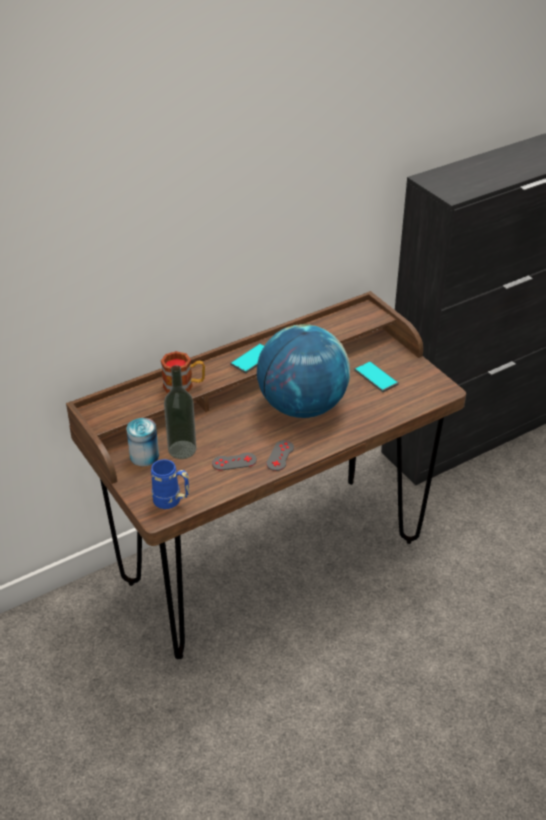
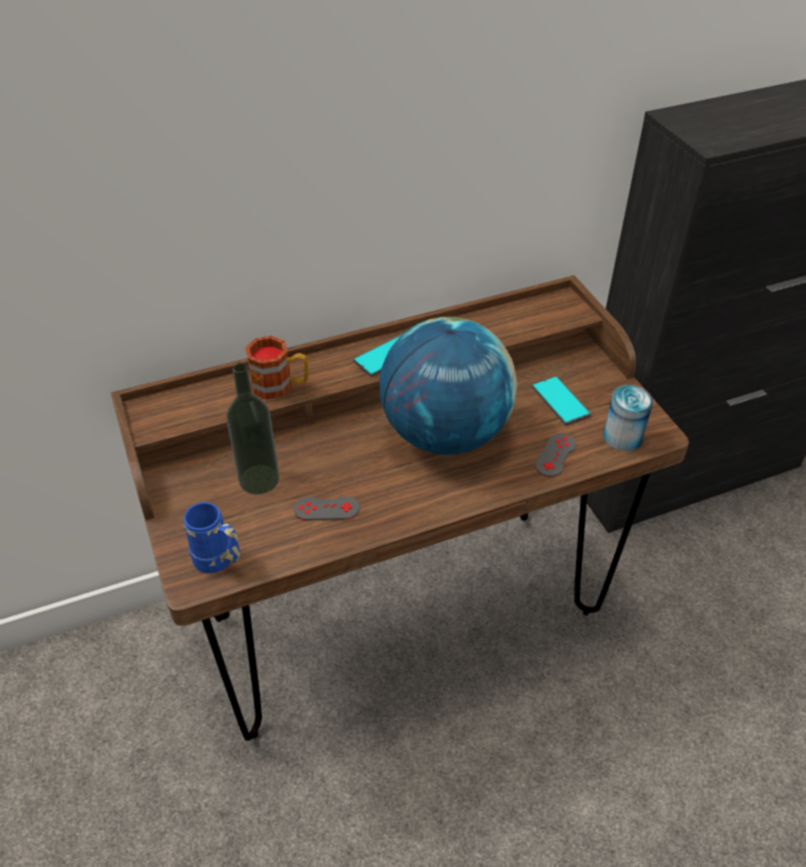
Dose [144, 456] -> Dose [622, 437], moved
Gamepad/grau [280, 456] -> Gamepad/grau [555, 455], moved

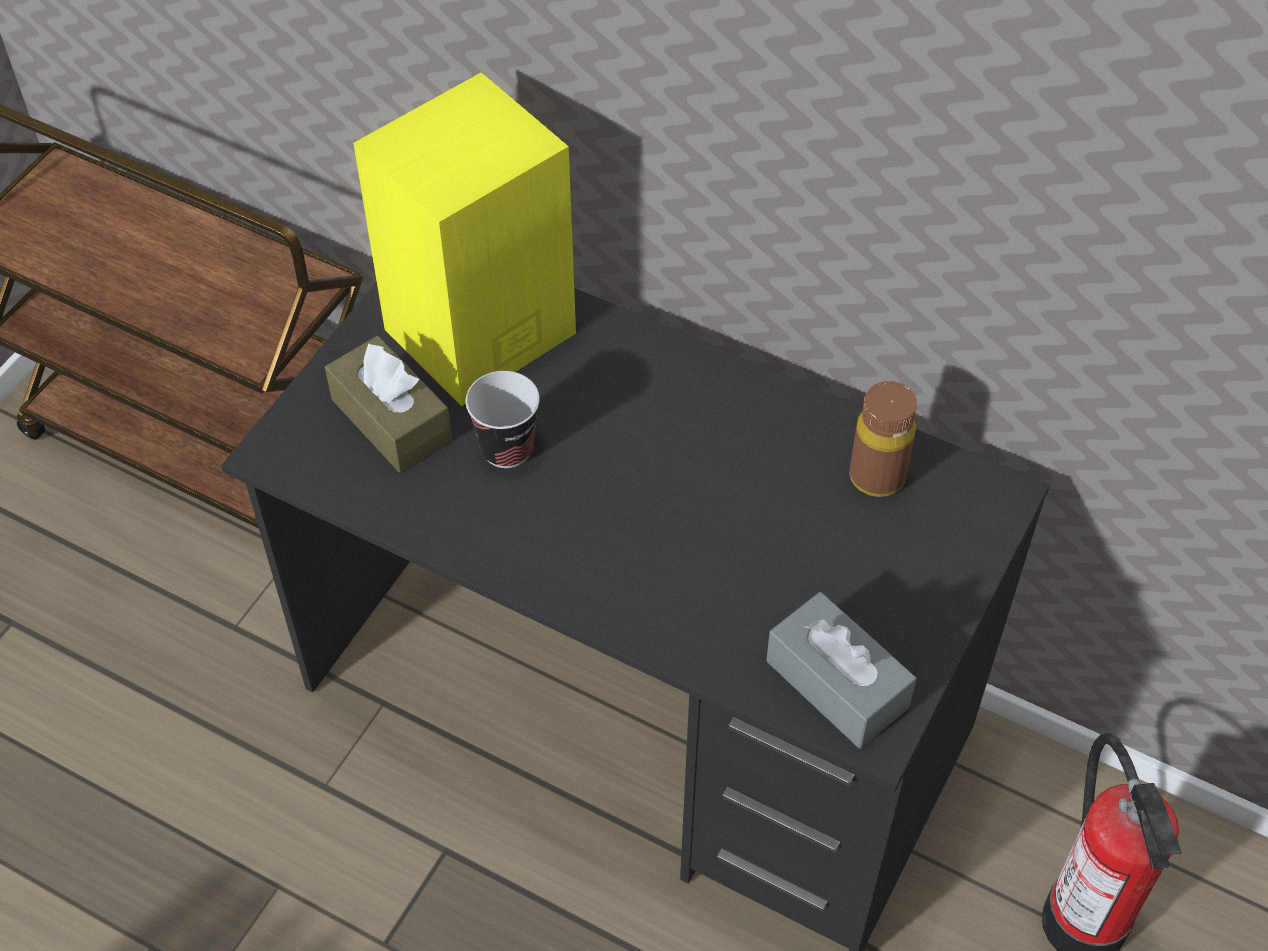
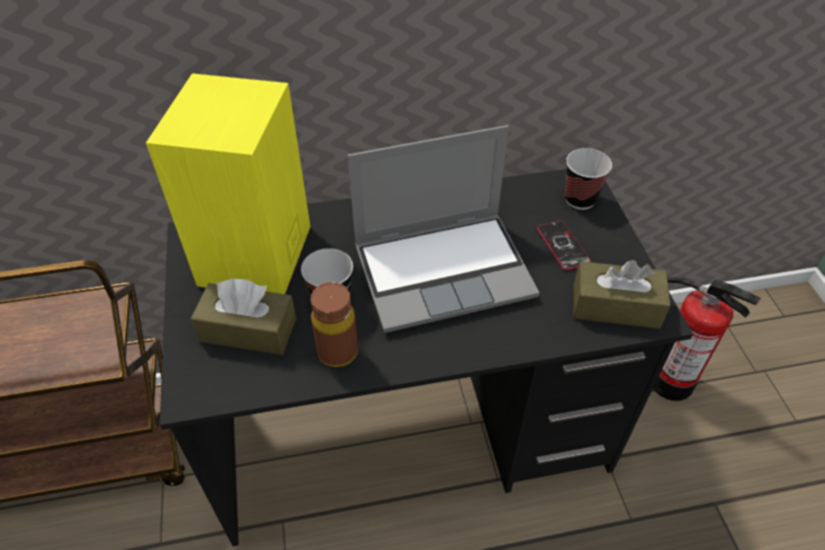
Taschentuchbox/grau [837, 684] -> Taschentuchbox/braun [615, 306]
Flasche/braun [877, 476] -> Flasche/braun [337, 352], moved
none -> Laptop [445, 270]
none -> Handy [563, 246]
none -> Tasse [580, 199]

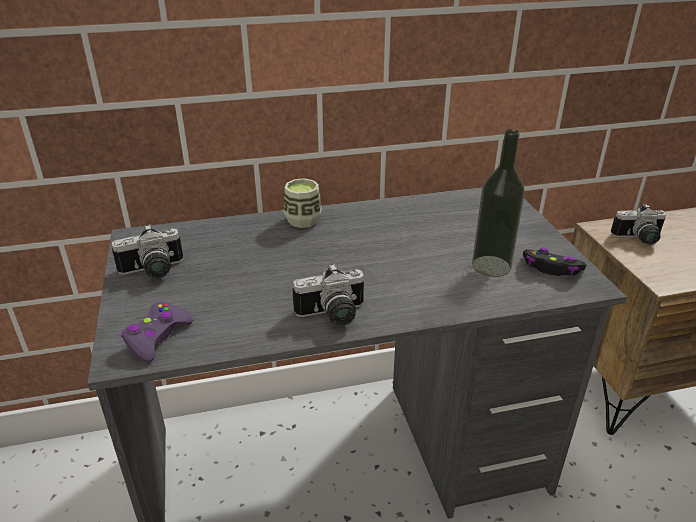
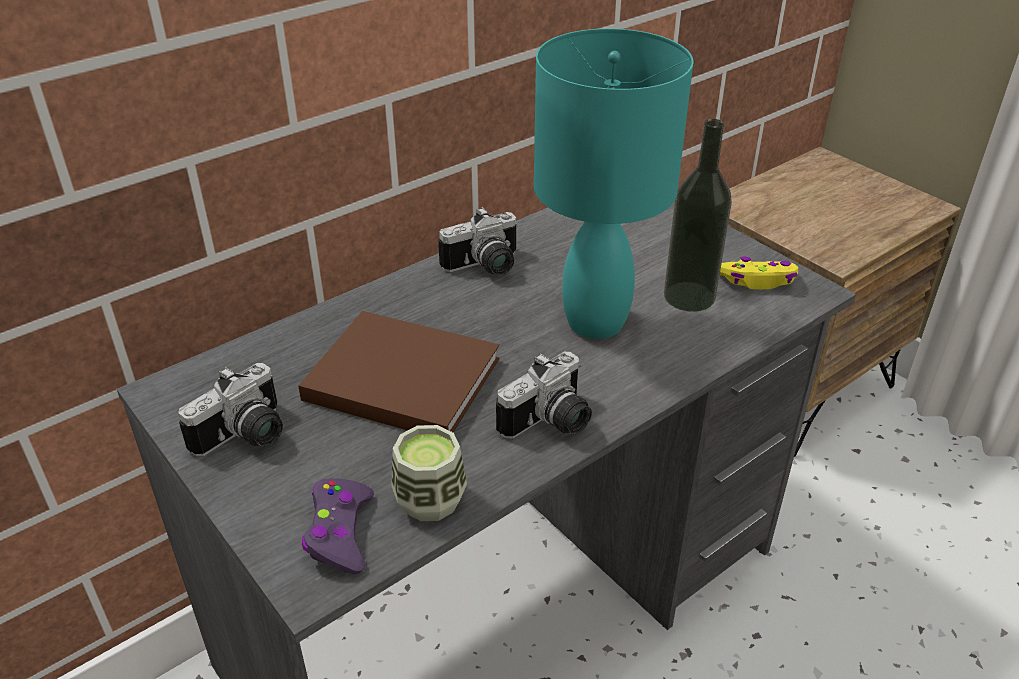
Tasse [303, 220] -> Tasse [430, 500], moved
Gamepad/schwarz [551, 268] -> Gamepad/gelb [757, 280]
Kamera [639, 239] -> Kamera [485, 267], moved
none -> Buch/braun [397, 377]
none -> Tischlampe/türkis [597, 322]

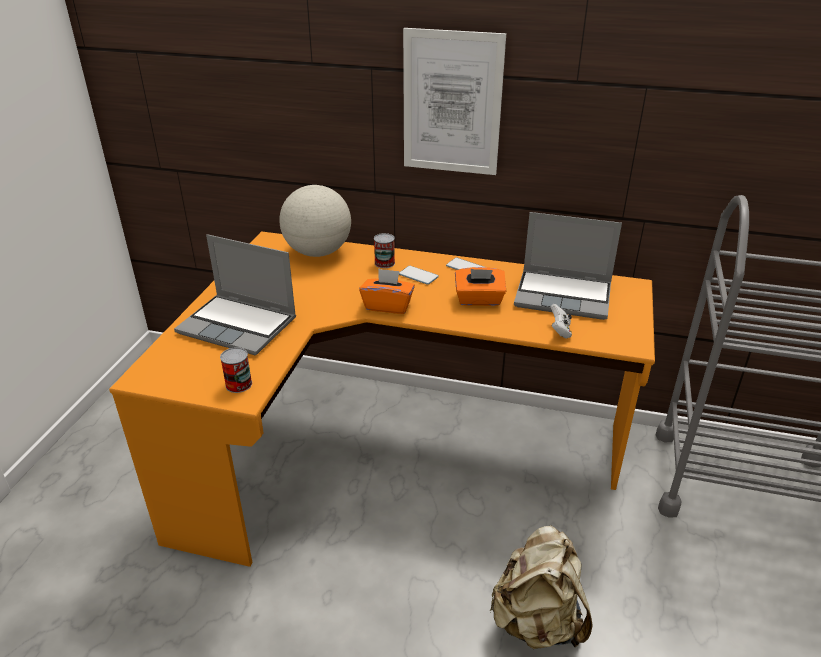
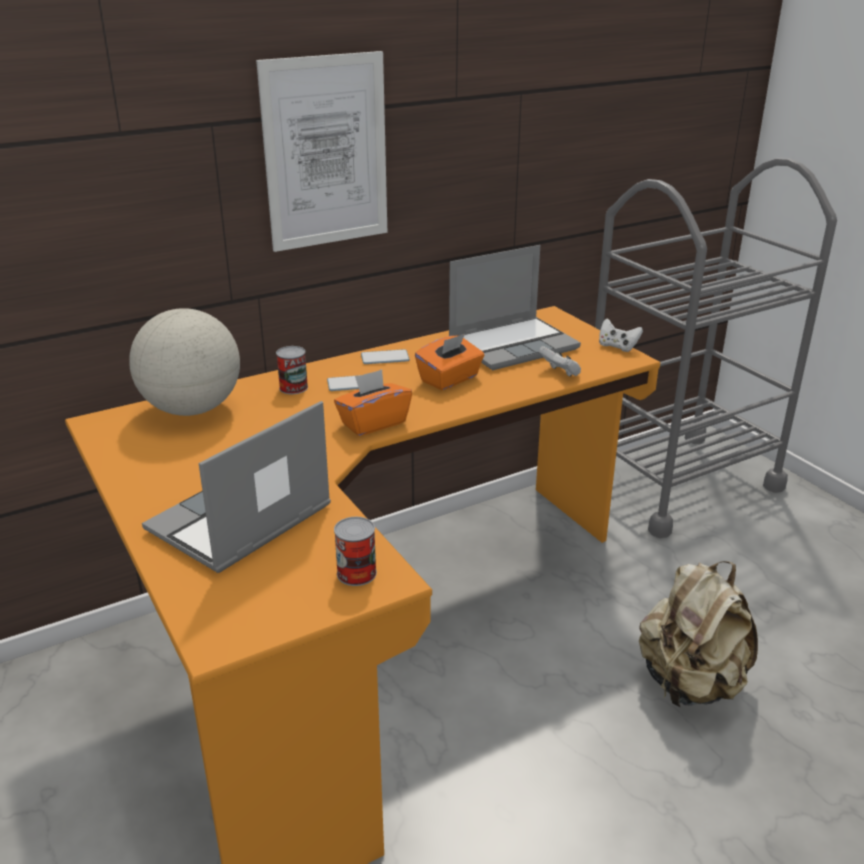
Laptop [239, 325] -> Laptop [239, 521], 150 degrees clockwise
none -> Gamepad/weiß [617, 347]

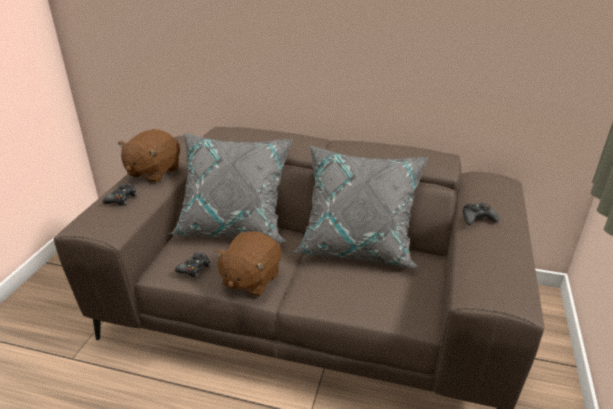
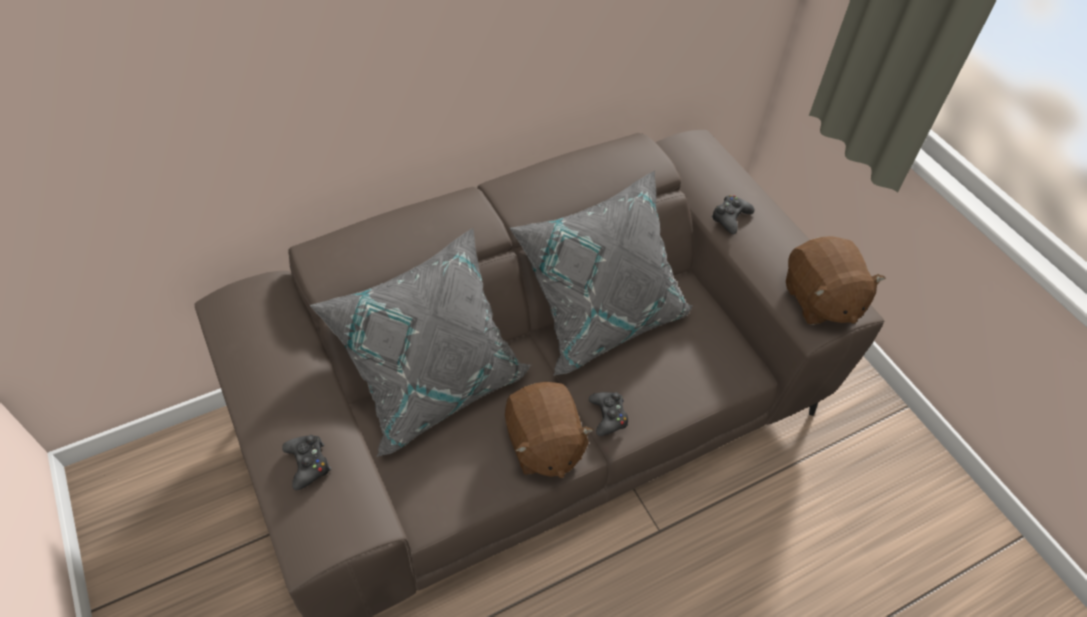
Plüschtier/braun [153, 172] -> Plüschtier/braun [820, 300], moved
Gamepad/schwarz [194, 268] -> Gamepad/schwarz [608, 416], moved

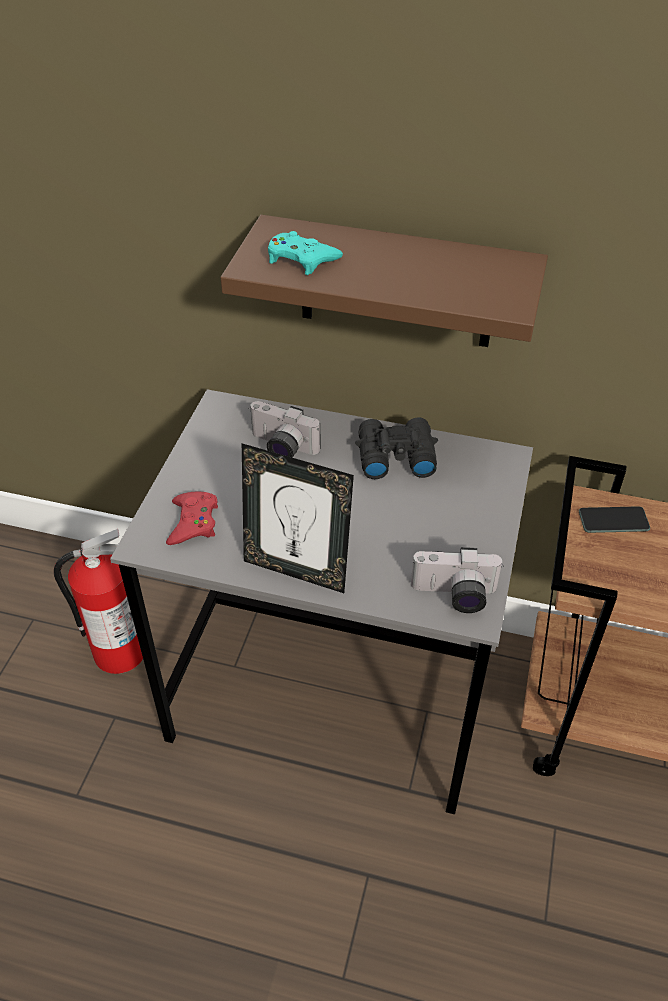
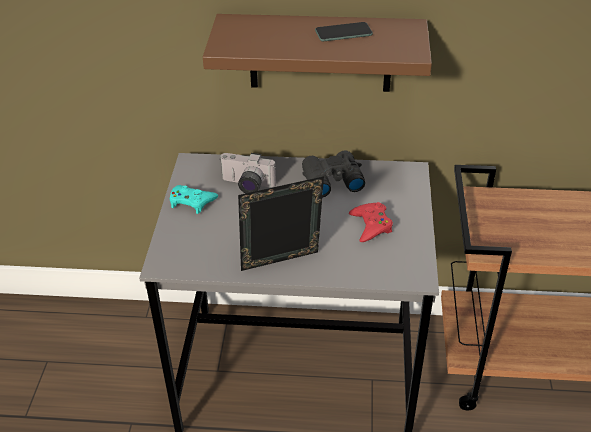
Feuerlöscher [118, 652] -> none
Gamepad/rot [193, 522] -> Gamepad/rot [371, 225], moved
Bilderrahmen [296, 570] -> Bilderrahmen [282, 266], 150 degrees clockwise
Gamepad/türkis [301, 259] -> Gamepad/türkis [191, 202], moved
Kamera [454, 596] -> none
Handy [613, 520] -> Handy [343, 33], moved

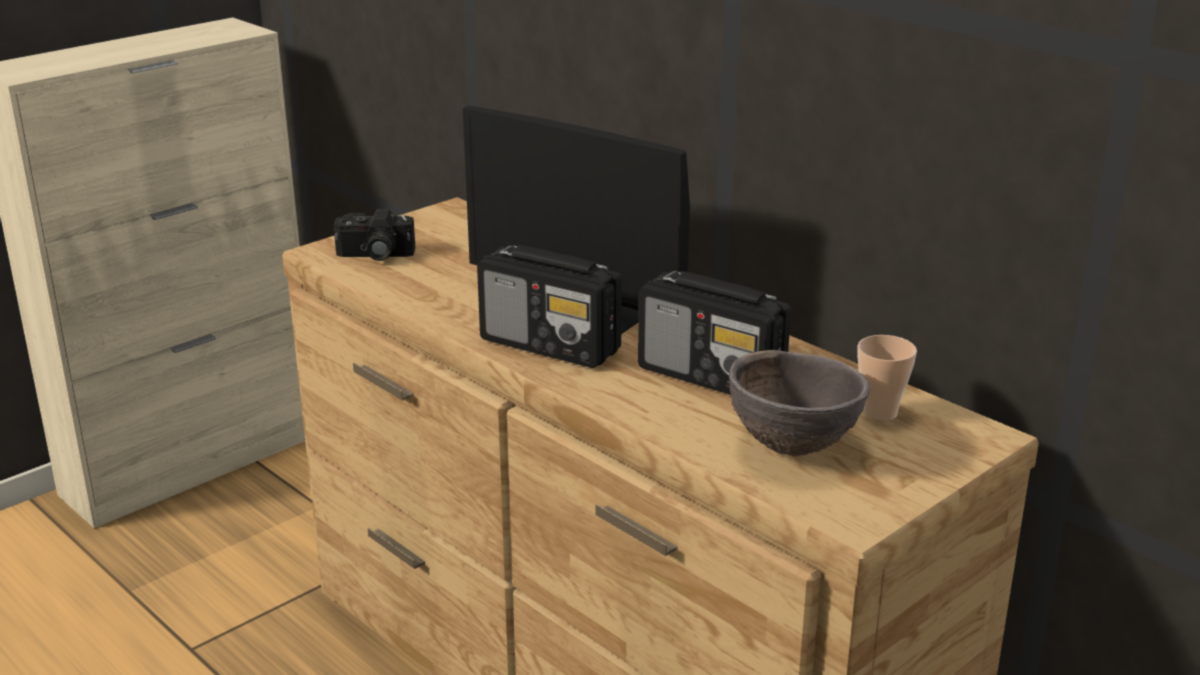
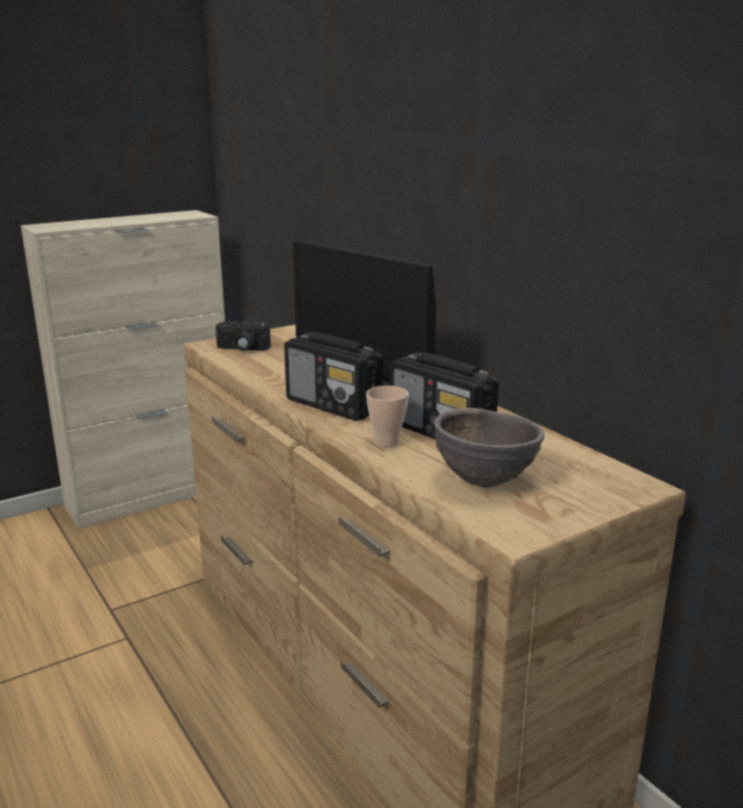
Tasse [880, 413] -> Tasse [386, 443], moved

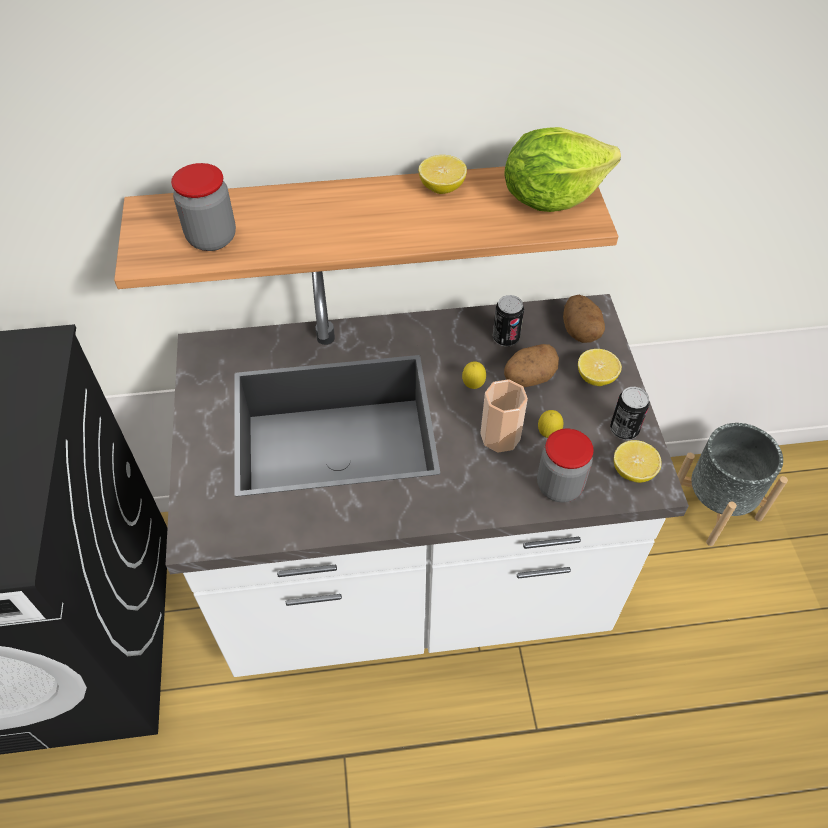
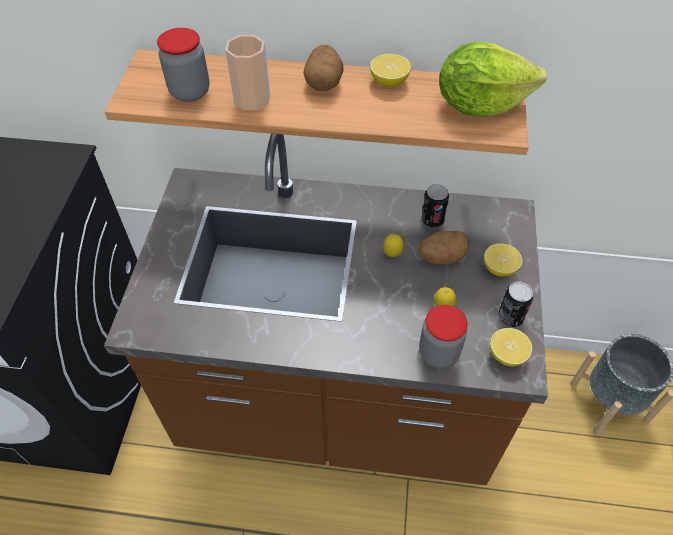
Küchenzeile/weiß [414, 581] -> Küchenzeile/braun [337, 405]
Tasse [500, 436] -> Tasse [252, 99], moved
Kartoffel [580, 331] -> Kartoffel [324, 82], moved

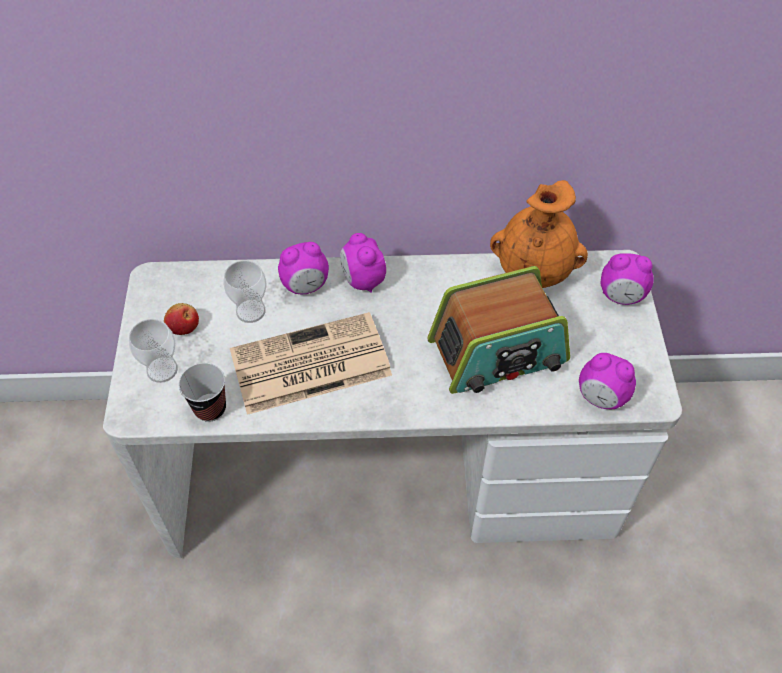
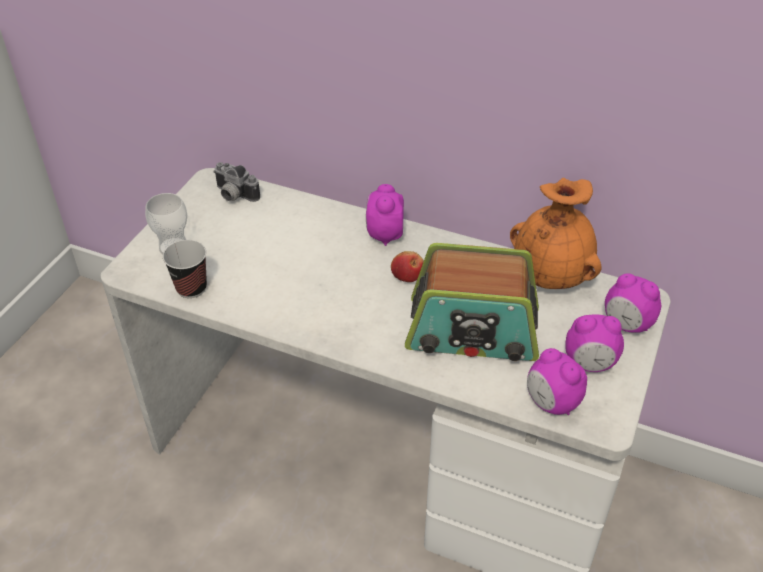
Apfel [183, 326] -> Apfel [407, 276], moved
Tasse [250, 311] -> none
Zeitung [308, 365] -> none
Wecker [305, 286] -> Wecker [589, 363], moved
none -> Kamera [233, 195]

